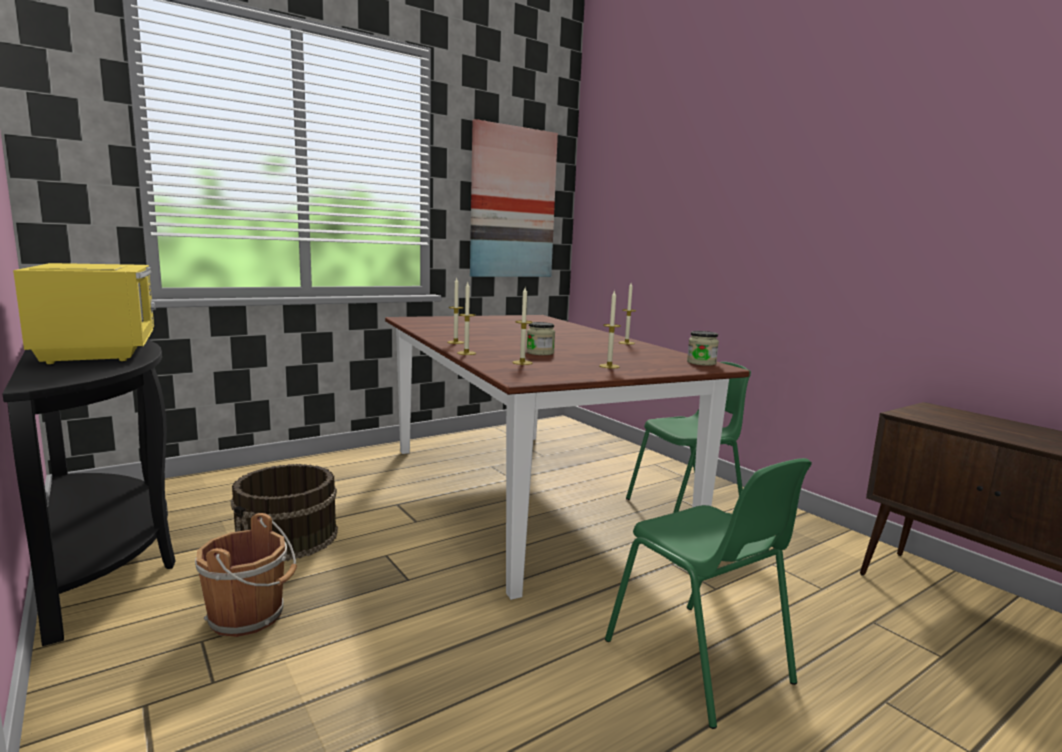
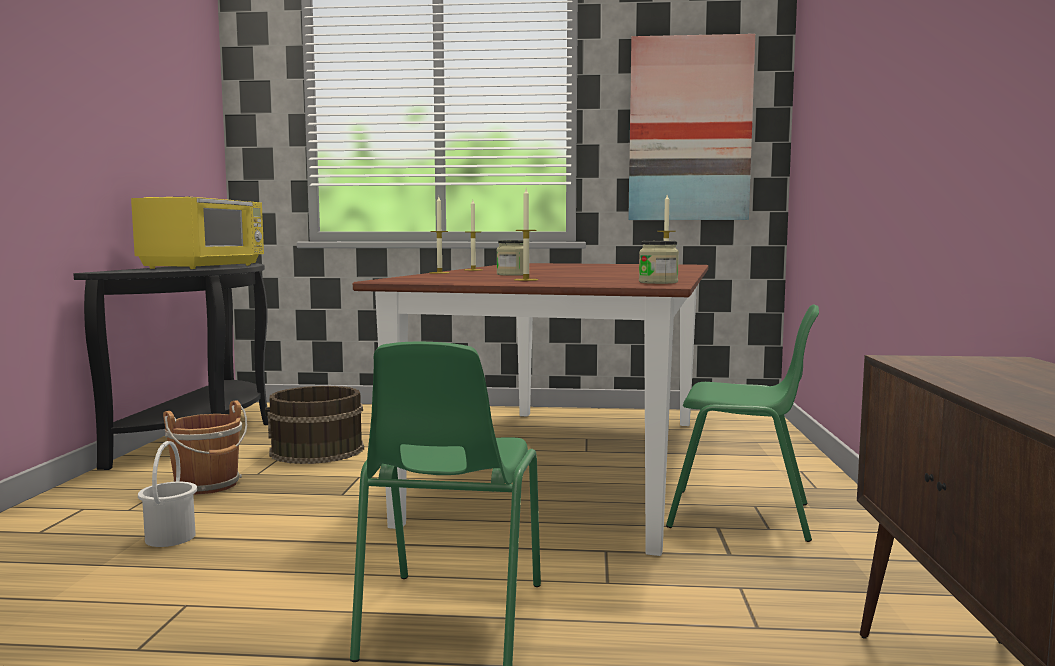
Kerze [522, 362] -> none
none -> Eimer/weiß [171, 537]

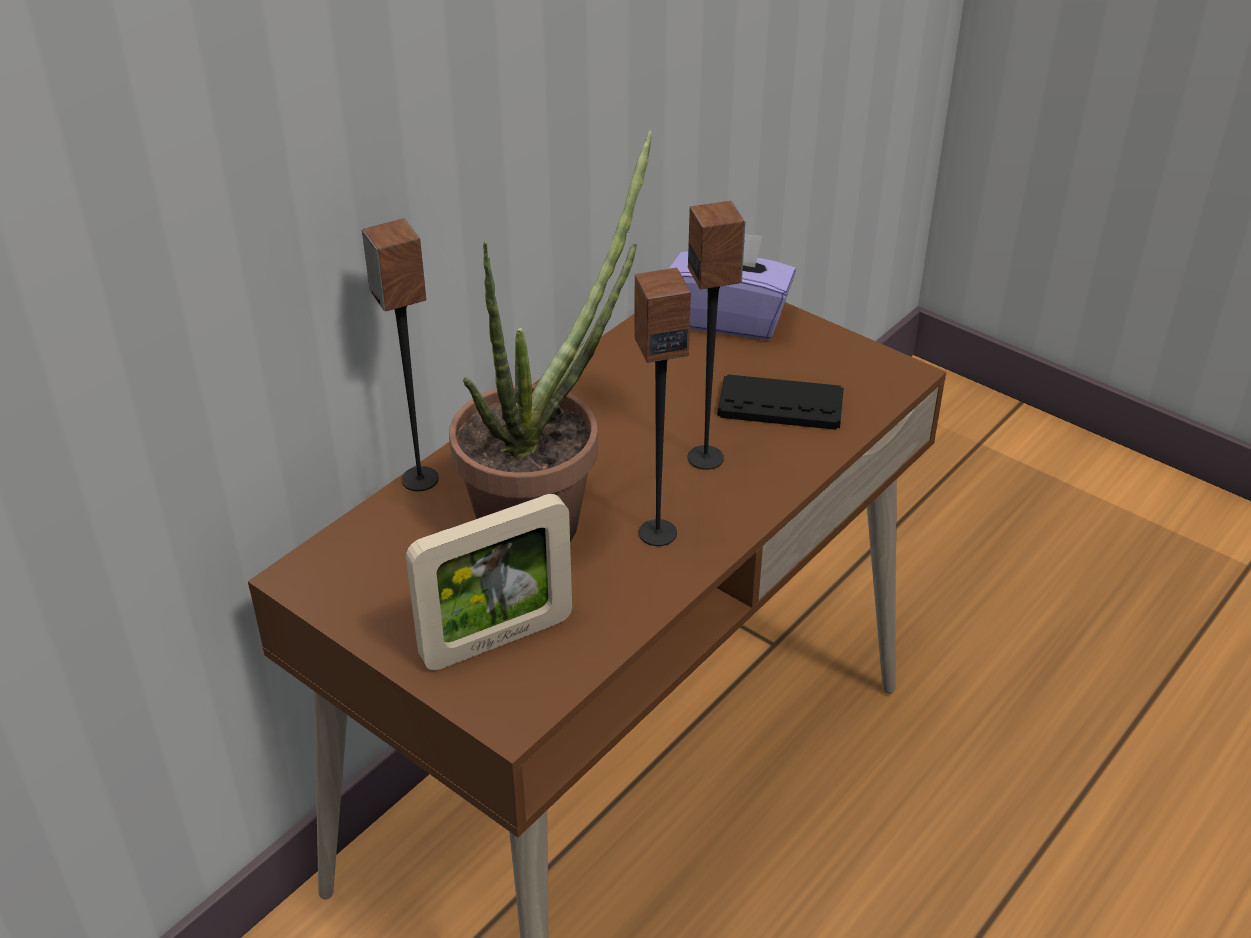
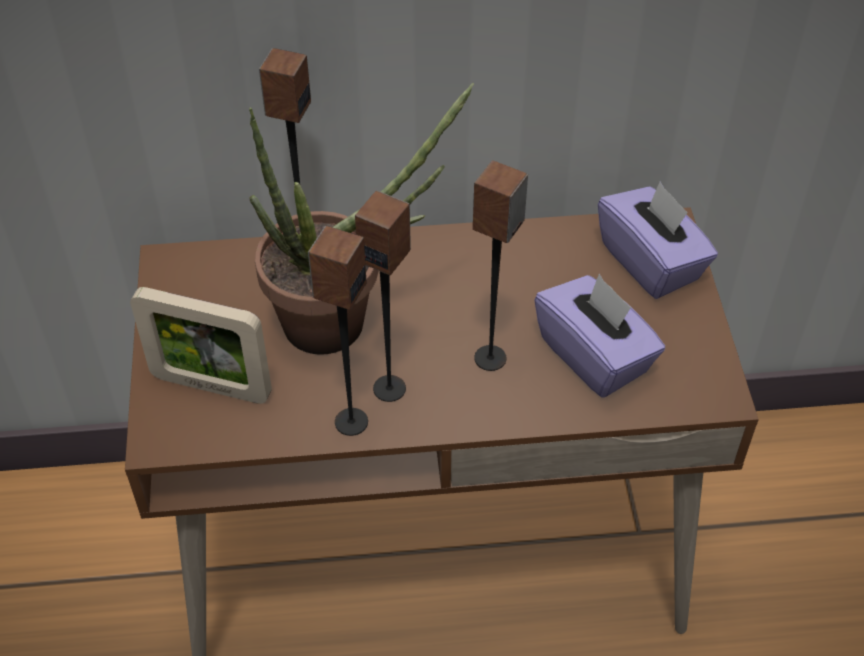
Gamepad/schwarz [780, 405] -> Taschentuchbox/lila [595, 356]
none -> Lautsprecher [350, 421]

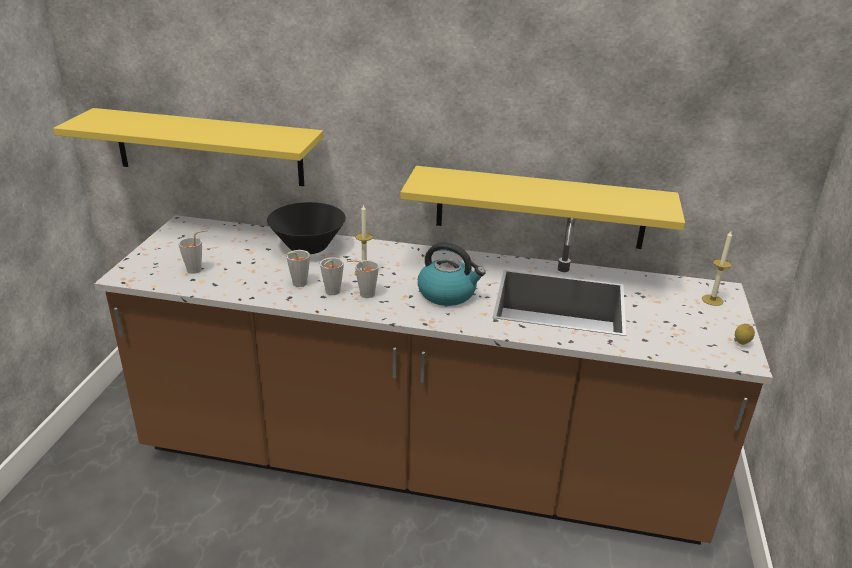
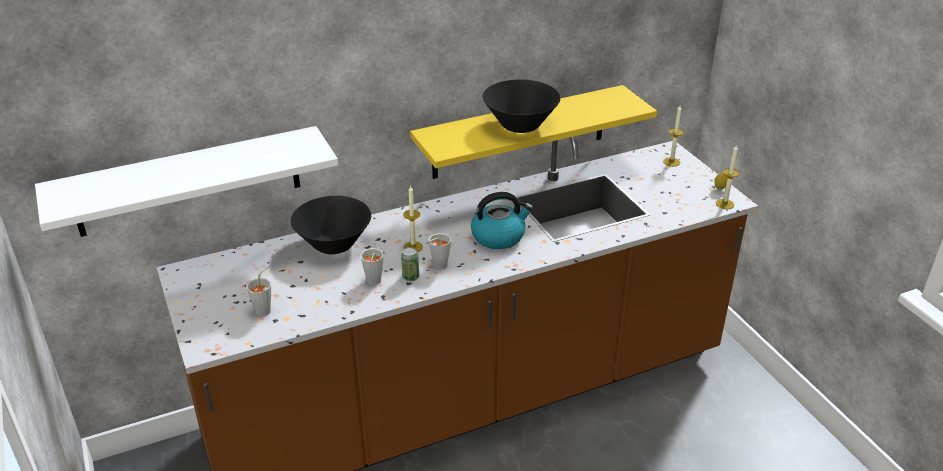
Wandregal/gelb [208, 147] -> Wandregal/weiß [188, 182]
Tasse/grau [330, 293] -> Dose [410, 277]
none -> Schüssel/schwarz [520, 125]
none -> Kerze [725, 204]

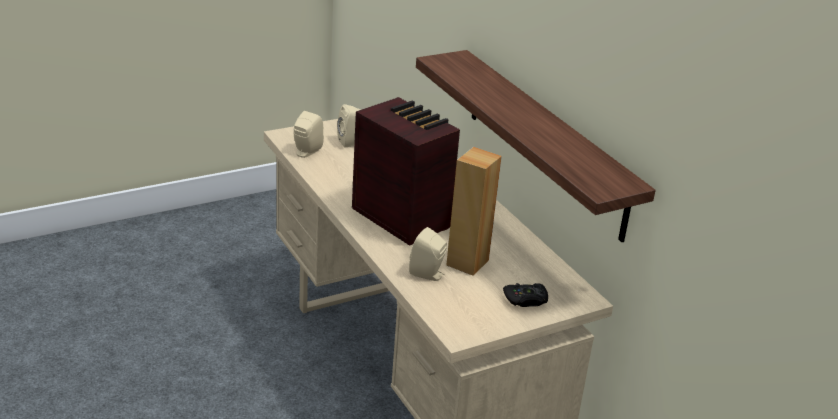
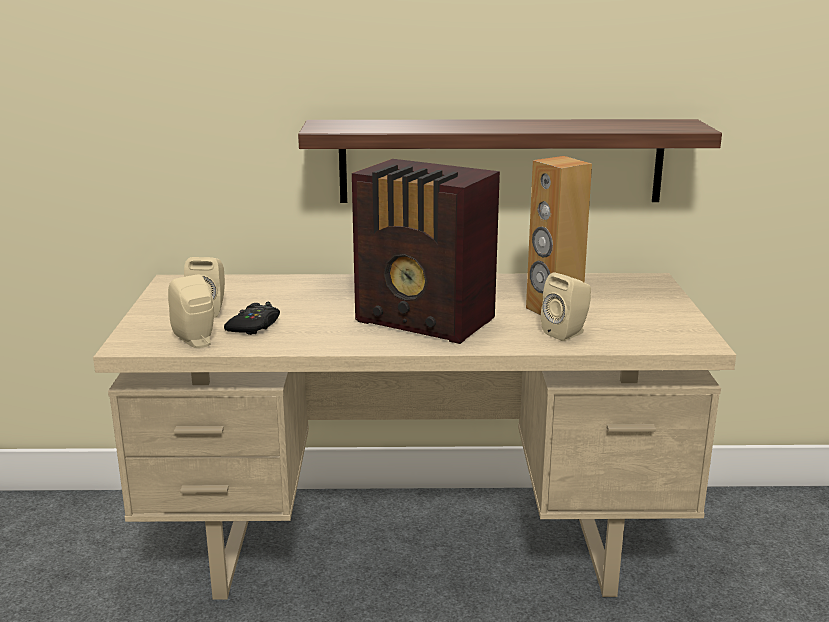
Radio [400, 217] -> Radio [426, 322], 135 degrees counterclockwise
Gamepad/schwarz [526, 300] -> Gamepad/schwarz [254, 326], moved

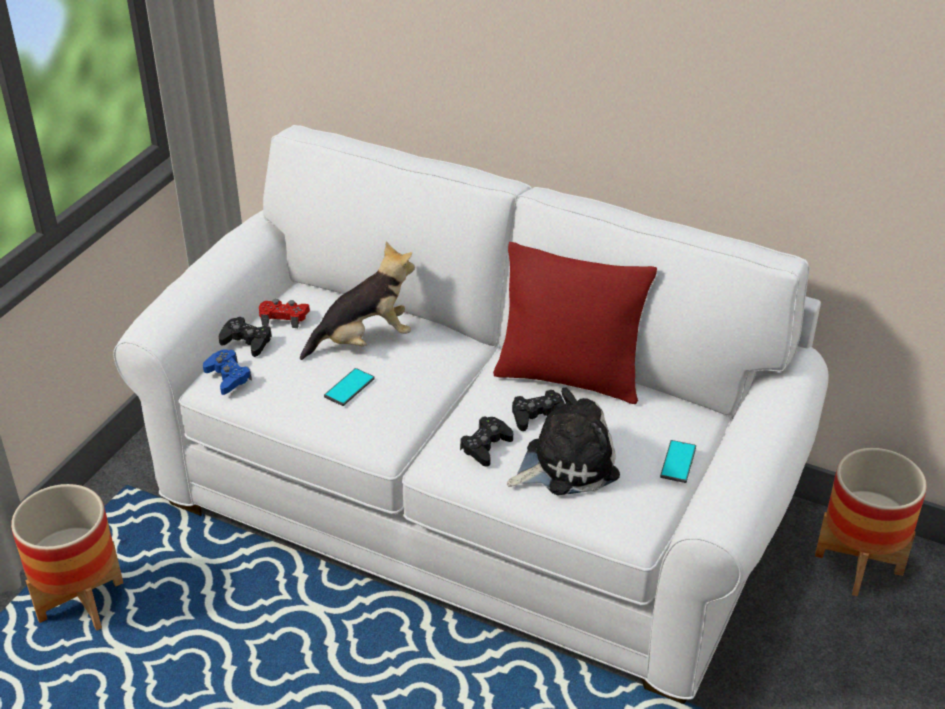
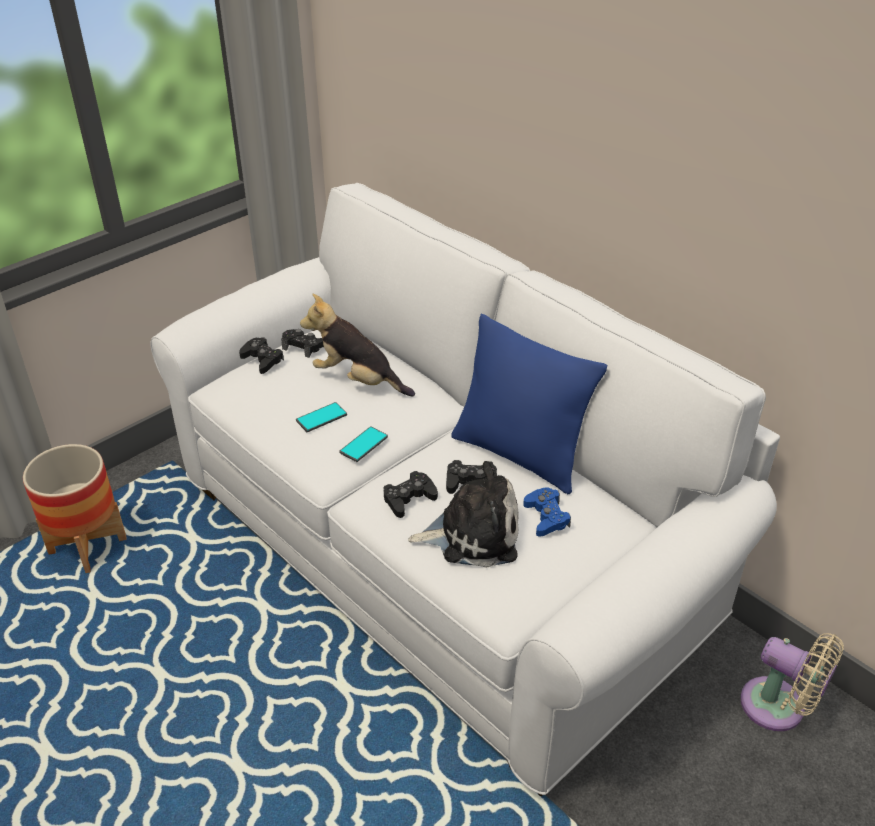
Gamepad/blau [228, 377] -> Gamepad/blau [546, 517], moved
Gamepad/rot [284, 317] -> Gamepad/schwarz [304, 346]
Plüschtier [364, 340] -> Plüschtier [358, 380], 150 degrees counterclockwise
Kissen/rot [569, 377] -> Kissen/blau [519, 454]
Handy [678, 462] -> Handy [364, 445], moved
Pflanzkübel [858, 564] -> Ventilator/beige [779, 708]

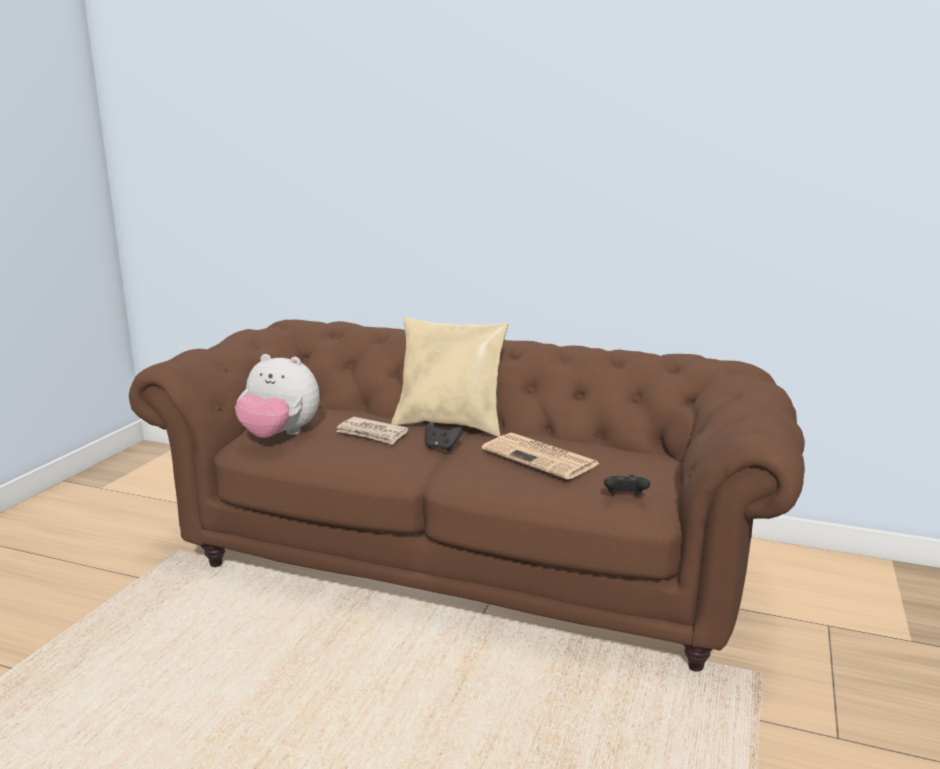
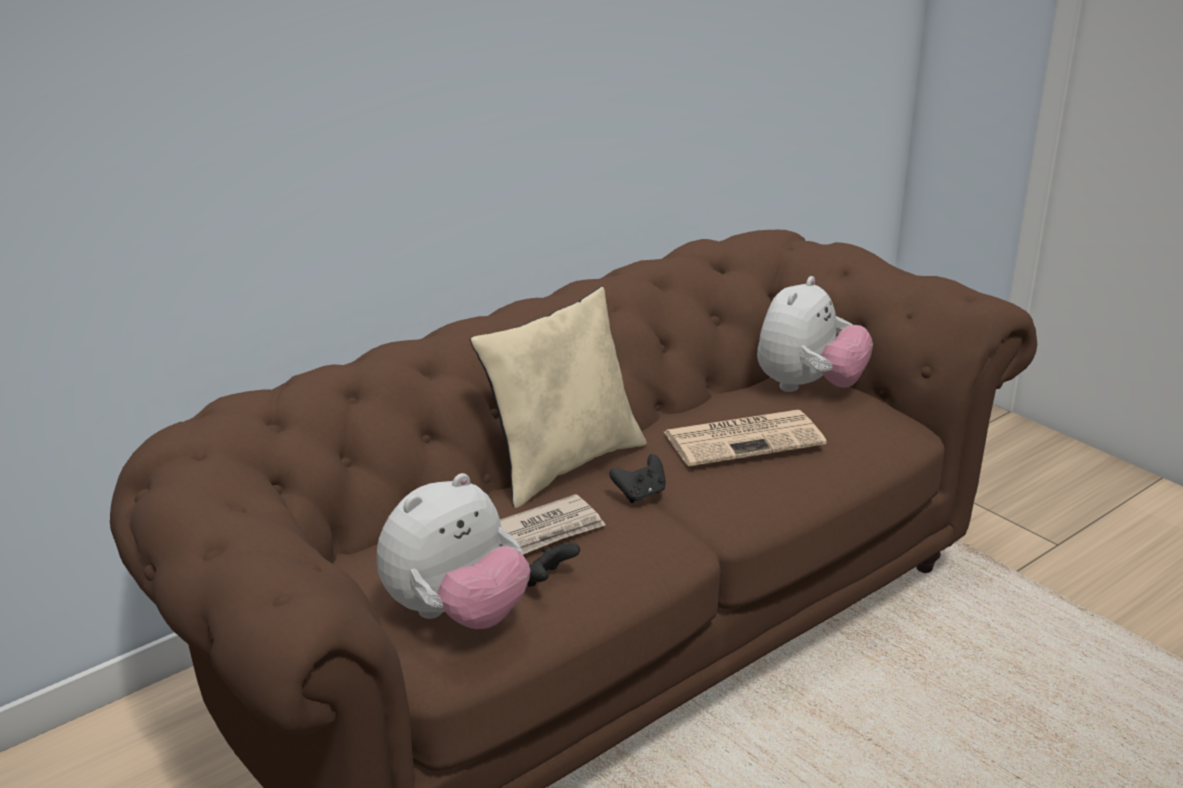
Gamepad/schwarz [625, 497] -> Gamepad/schwarz [548, 581], moved
none -> Plüschtier [808, 387]

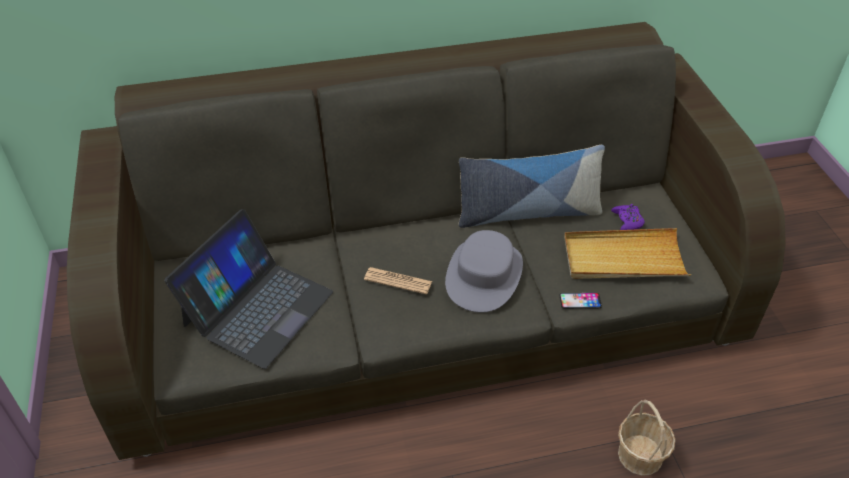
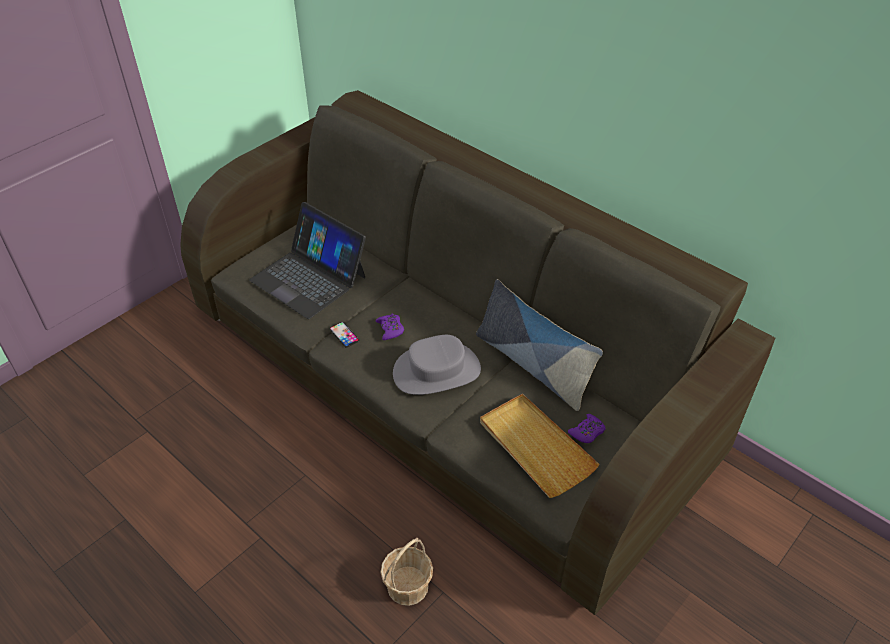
Laptop [257, 308] -> Laptop [309, 278], 45 degrees clockwise
Zeitung [398, 281] -> Gamepad/lila [390, 329]
Handy [580, 301] -> Handy [344, 335], moved

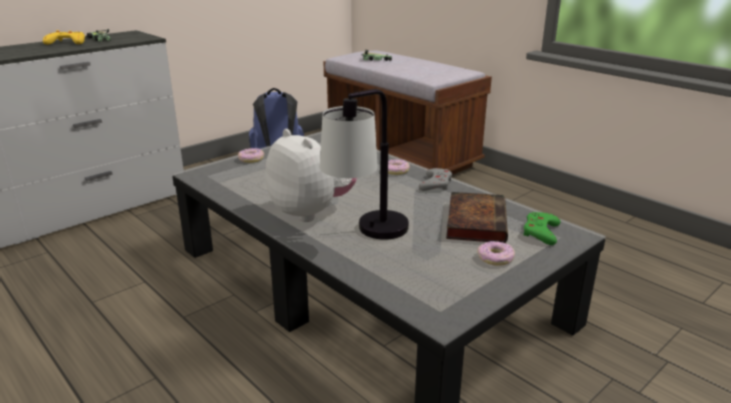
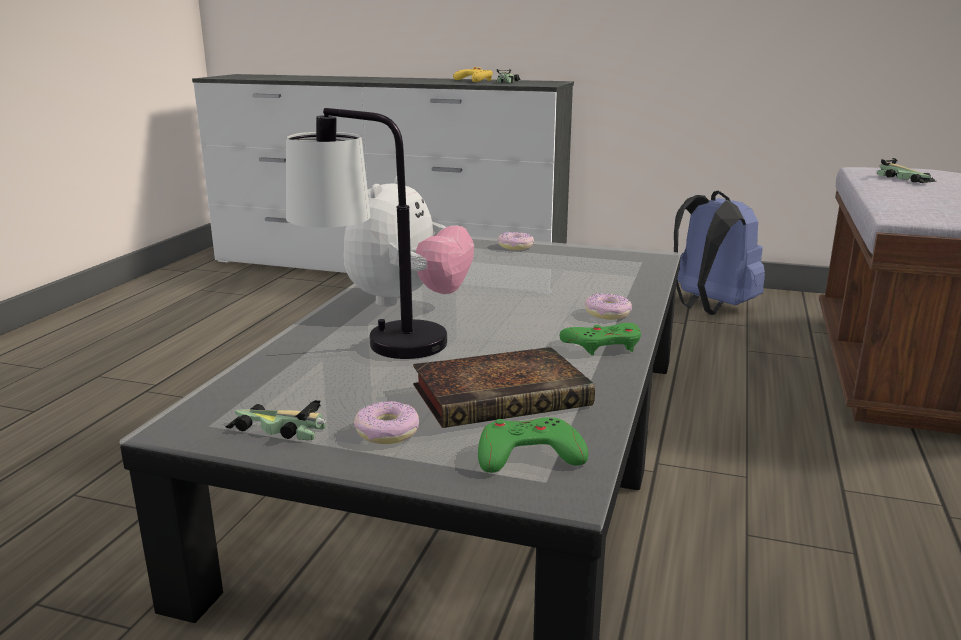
Gamepad/grau [436, 184] -> Gamepad/grün [603, 345]
none -> Spielzeugauto [279, 428]

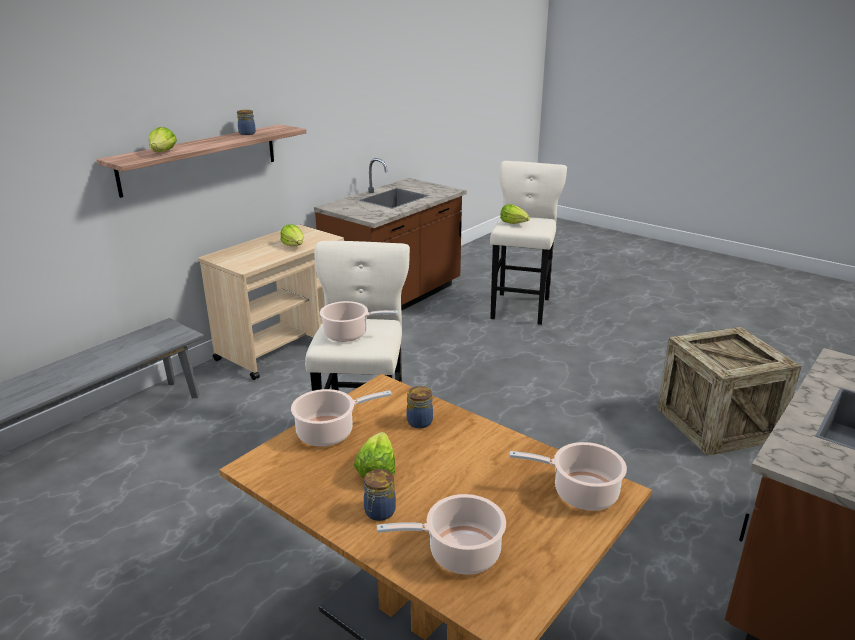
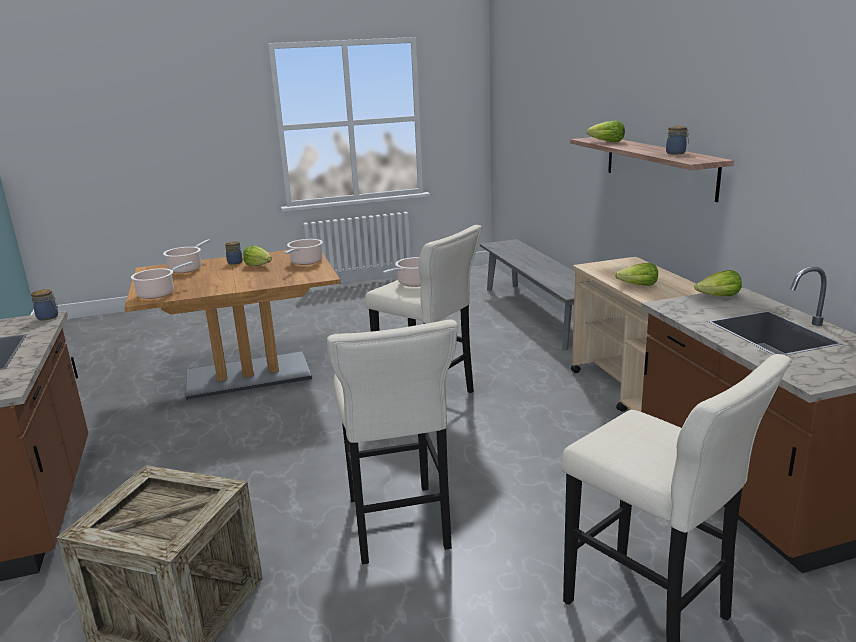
Vorratsglas [419, 421] -> Vorratsglas [48, 317], moved
Salatkopf [514, 223] -> Salatkopf [718, 297], moved
none -> Hocker/beige [398, 527]

